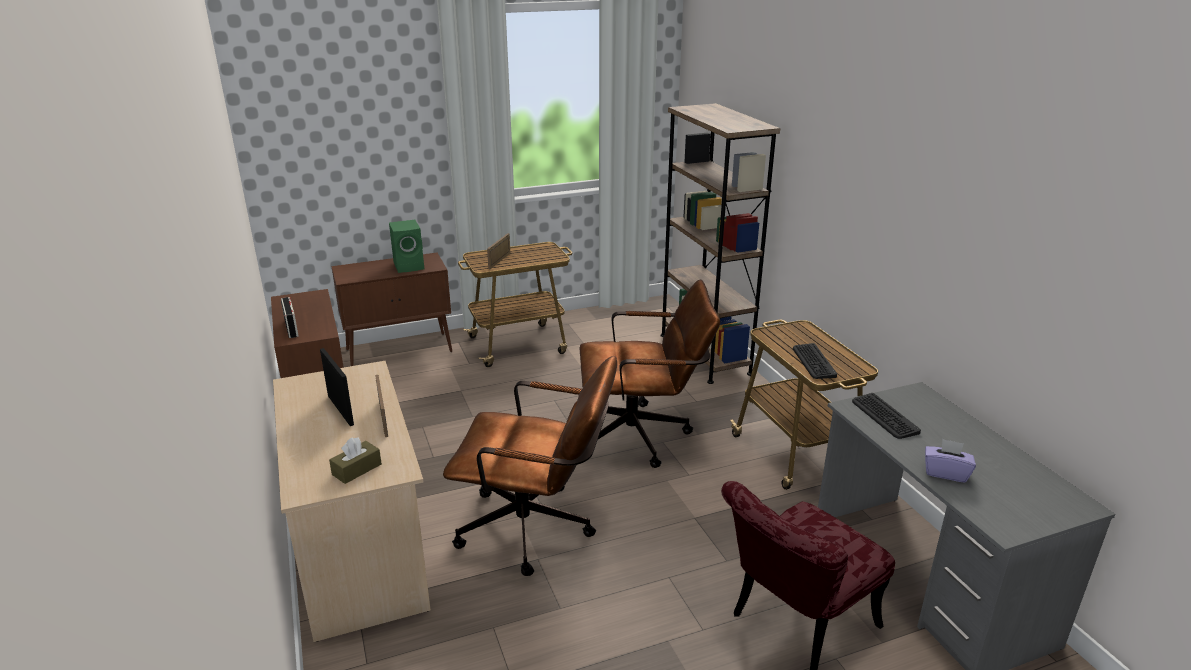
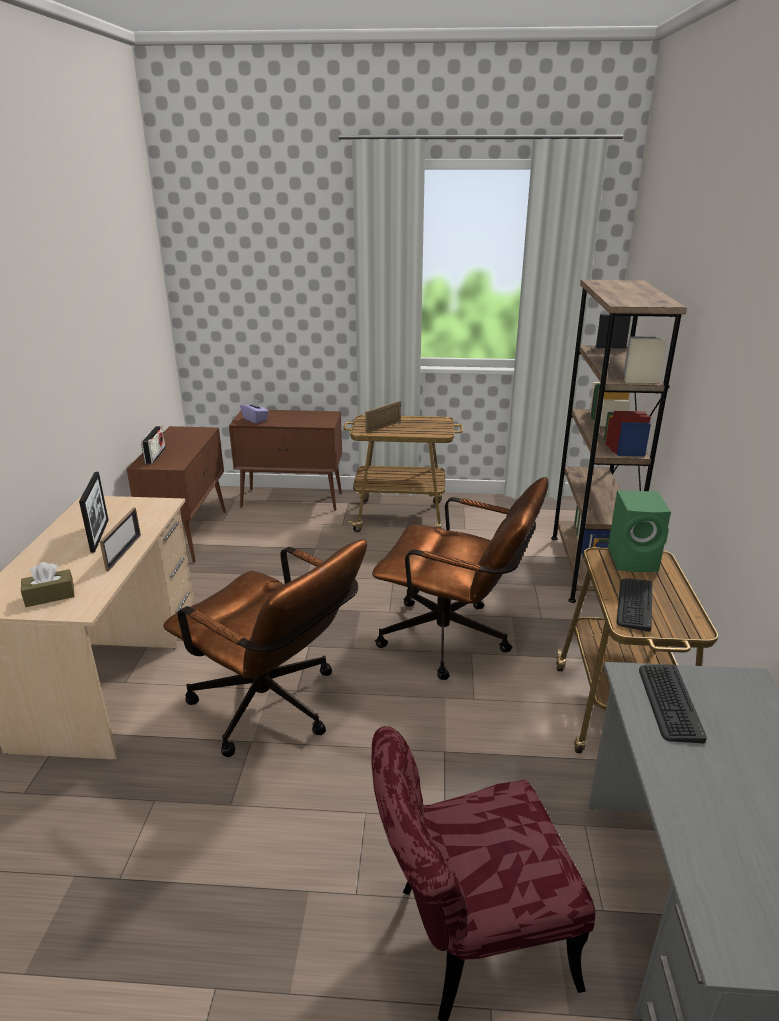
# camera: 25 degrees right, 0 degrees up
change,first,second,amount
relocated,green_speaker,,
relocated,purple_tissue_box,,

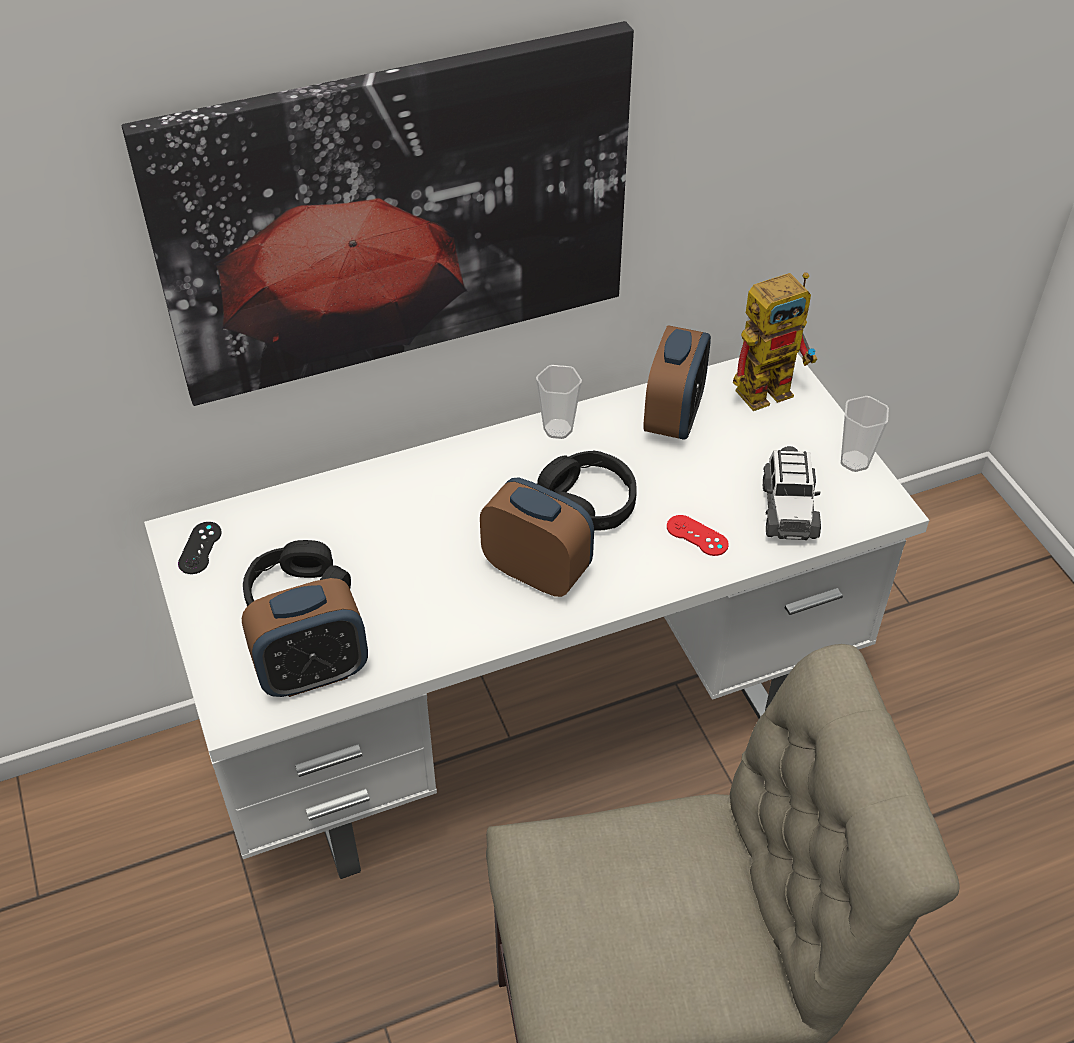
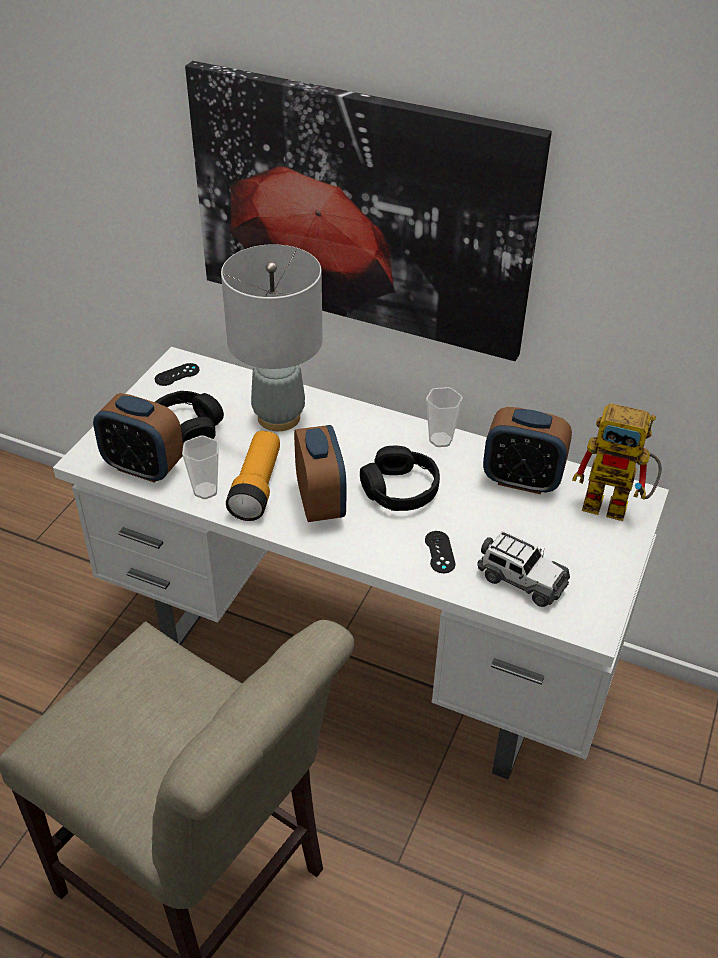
# camera: 45 degrees right, 5 degrees down
change,first,second,amount
spun,alarm_clock (no. 3 from left),,45 degrees clockwise
colour,red_game_controller,black_game_controller (no. 2 from left),
spun,toy_car,,105 degrees counterclockwise
relocated,cup (no. 2 from left in the first image),cup (no. 1 from left),
appeared,,grey_table_lamp,
appeared,,flashlight,

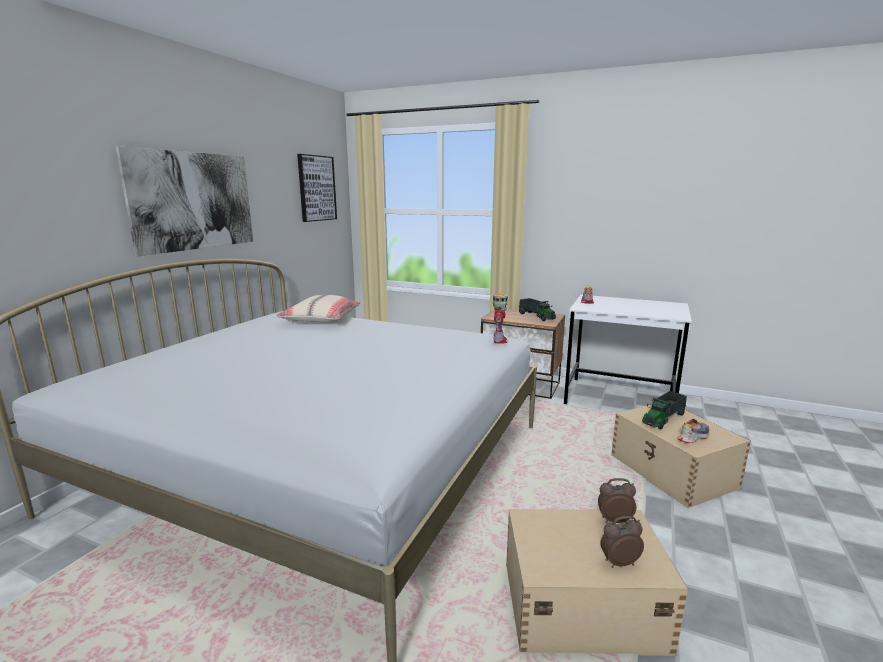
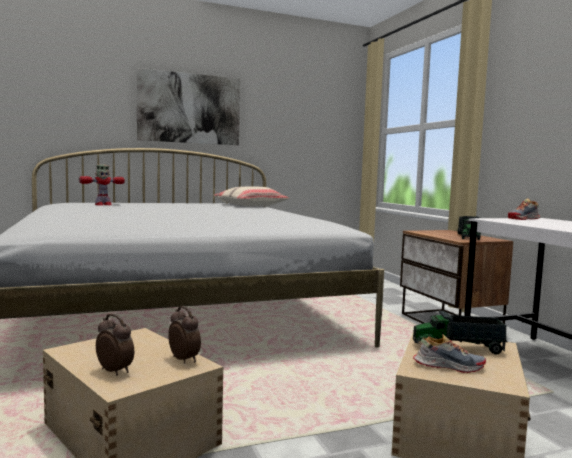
# camera: 45 degrees right, 10 degrees down
change,first,second,amount
missing,picture (no. 2 from left),,
relocated,toy_robot,,

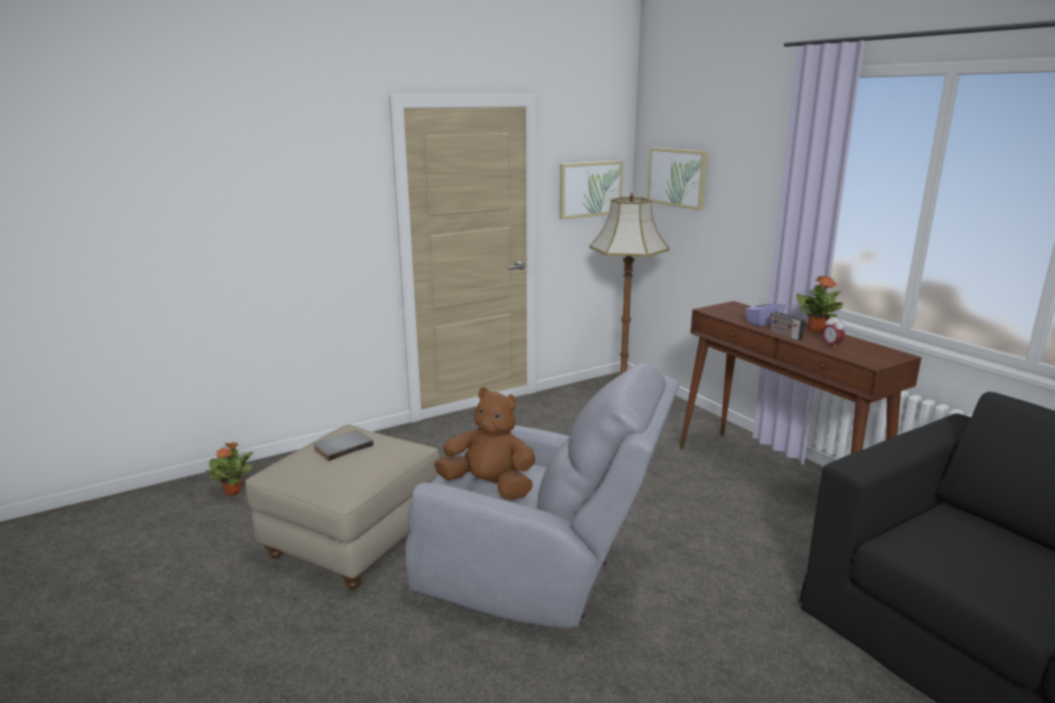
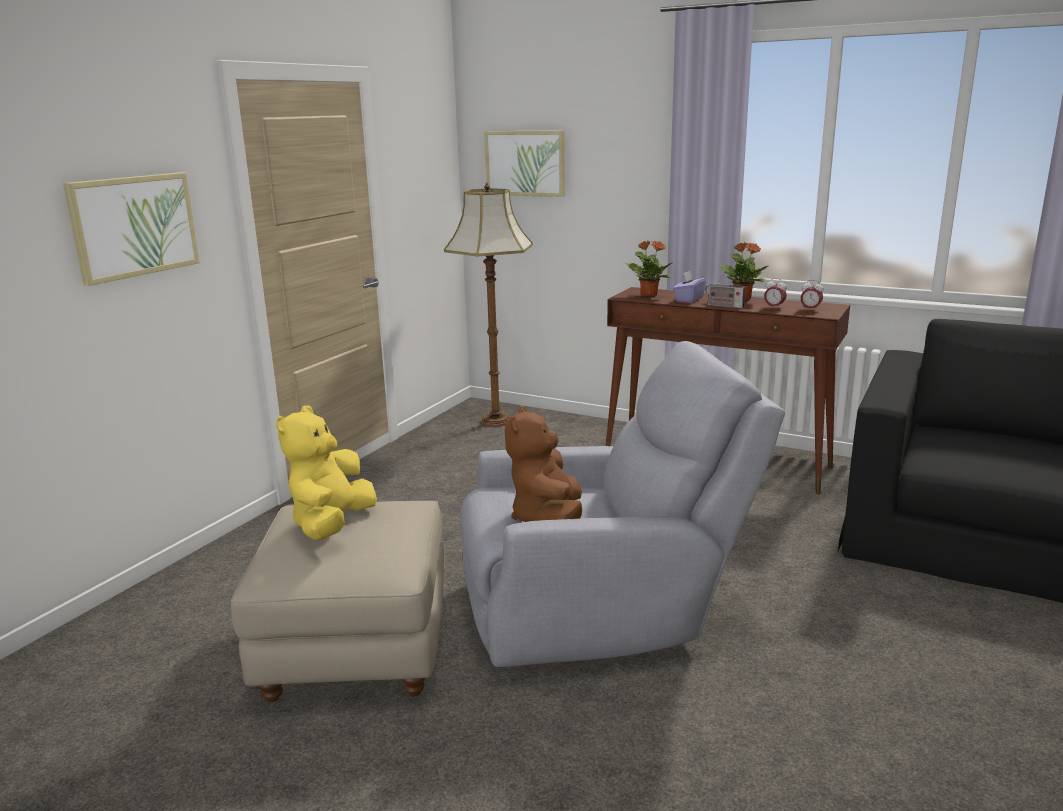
# camera: 30 degrees left, 0 degrees up
change,first,second,amount
relocated,potted_plant (no. 1 from left),,
exchanged,grey_book,yellow_plush_toy,
spun,brown_plush_toy,,75 degrees counterclockwise
relocated,picture (no. 1 from left),,
appeared,,alarm_clock (no. 2 from left),

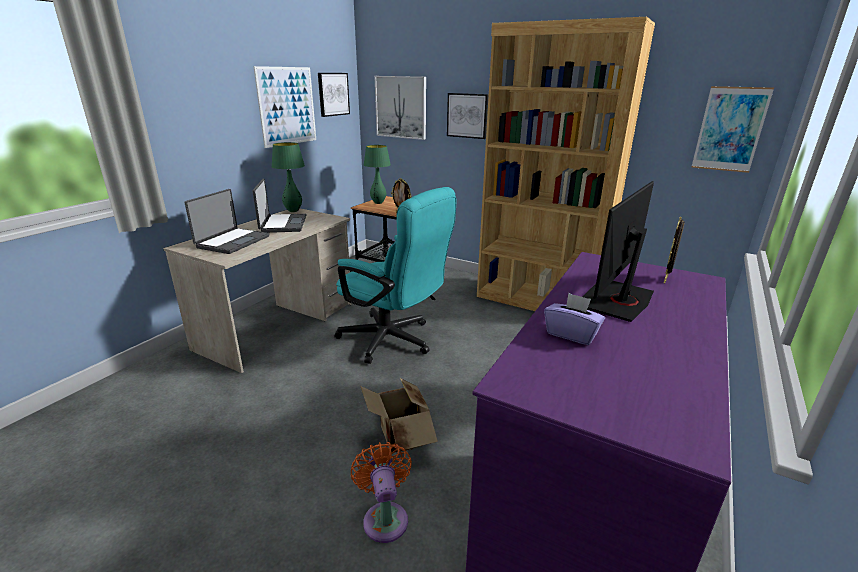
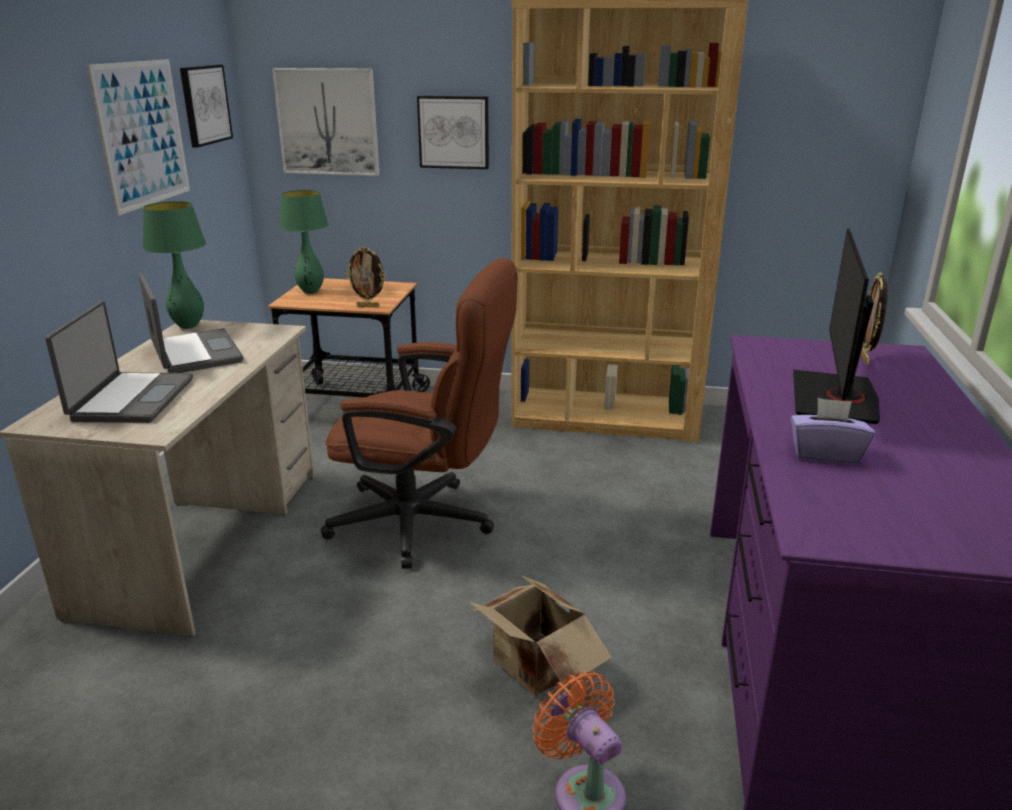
# camera: 20 degrees left, 0 degrees up
change,first,second,amount
colour,turquoise_office_chair,brown_office_chair,
missing,picture (no. 5 from left),,

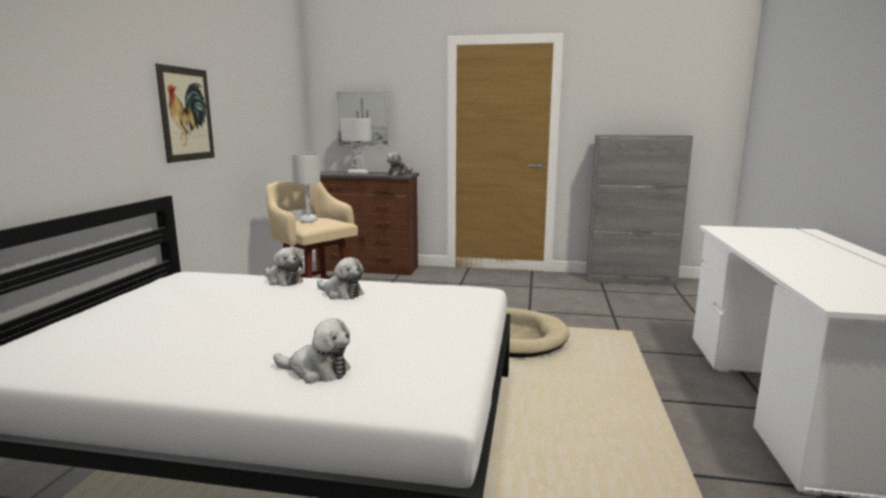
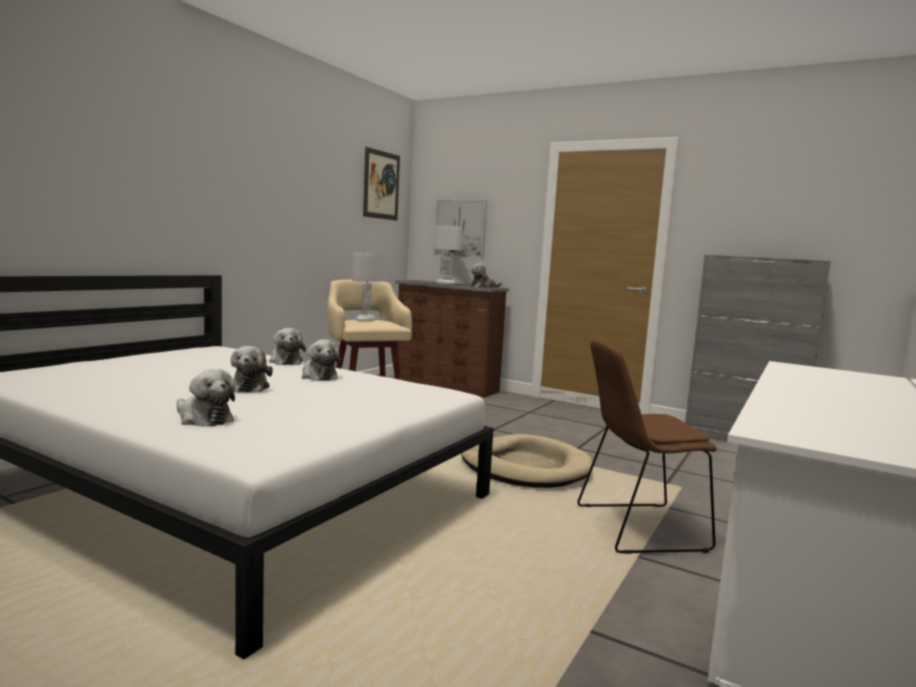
# camera: 20 degrees right, 5 degrees down
change,first,second,amount
relocated,picture (no. 1 from left),,
appeared,,plush_toy (no. 2 from left),
appeared,,brown_chair,

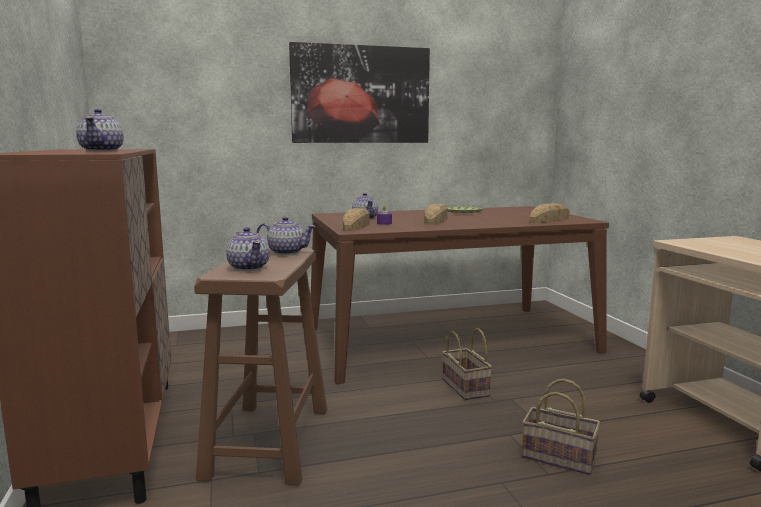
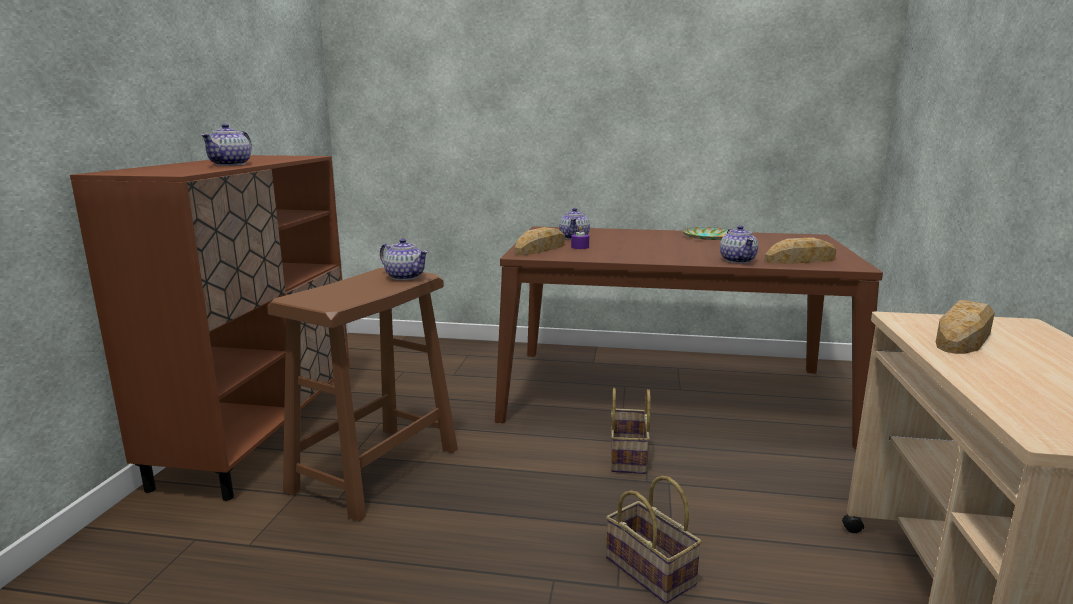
# camera: 25 degrees right, 5 degrees up
change,first,second,amount
relocated,teapot (no. 2 from left in the first image),teapot (no. 4 from left),
missing,picture,,
relocated,bread (no. 2 from left in the first image),bread (no. 3 from left),

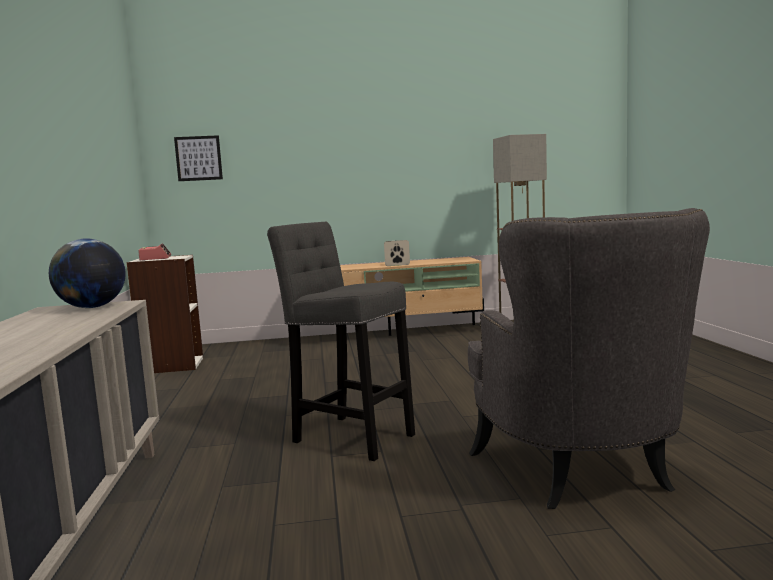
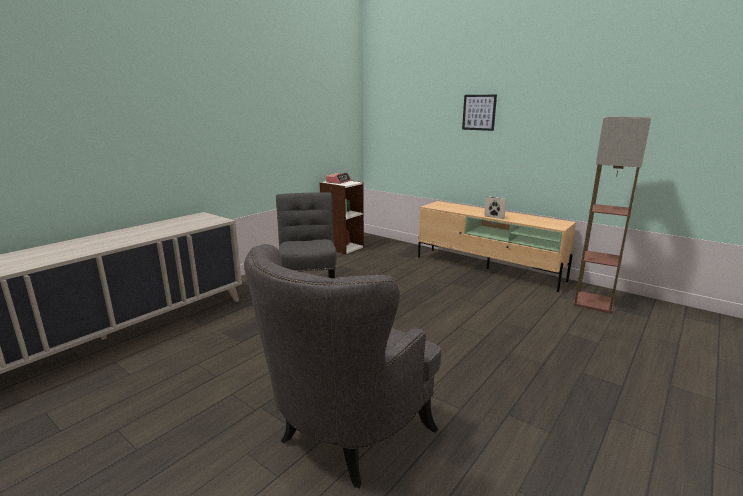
# camera: 45 degrees right, 10 degrees up
change,first,second,amount
missing,globe,,
relocated,picture,,

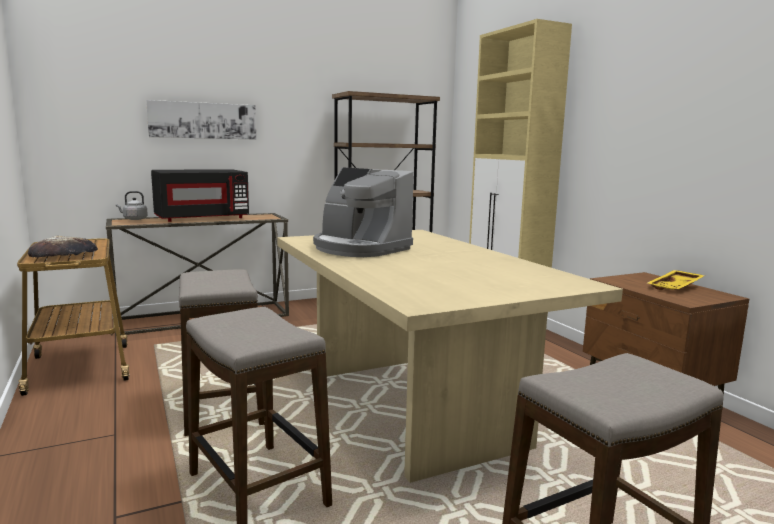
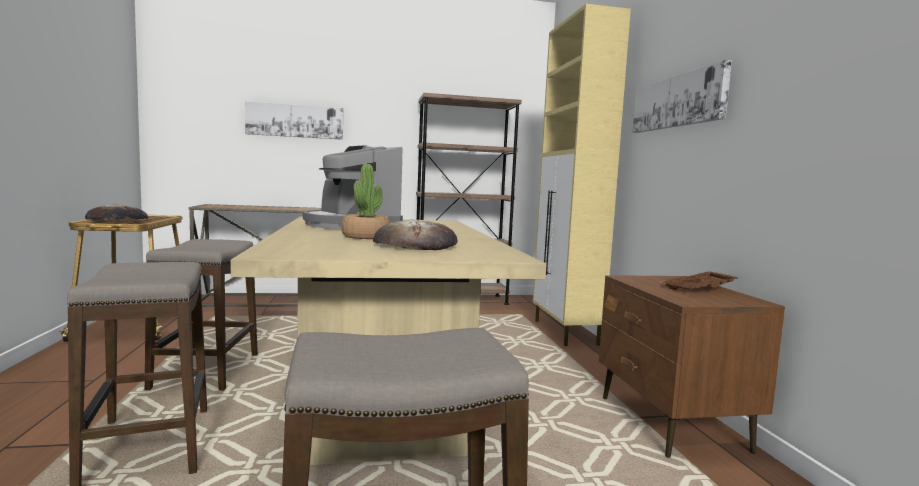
# camera: 15 degrees right, 5 degrees down
change,first,second,amount
missing,grey_kettle,,
missing,black_microwave,,
colour,yellow_tray,brown_tray,
appeared,,potted_plant,
appeared,,bread (no. 2 from left),
appeared,,picture (no. 2 from left),

